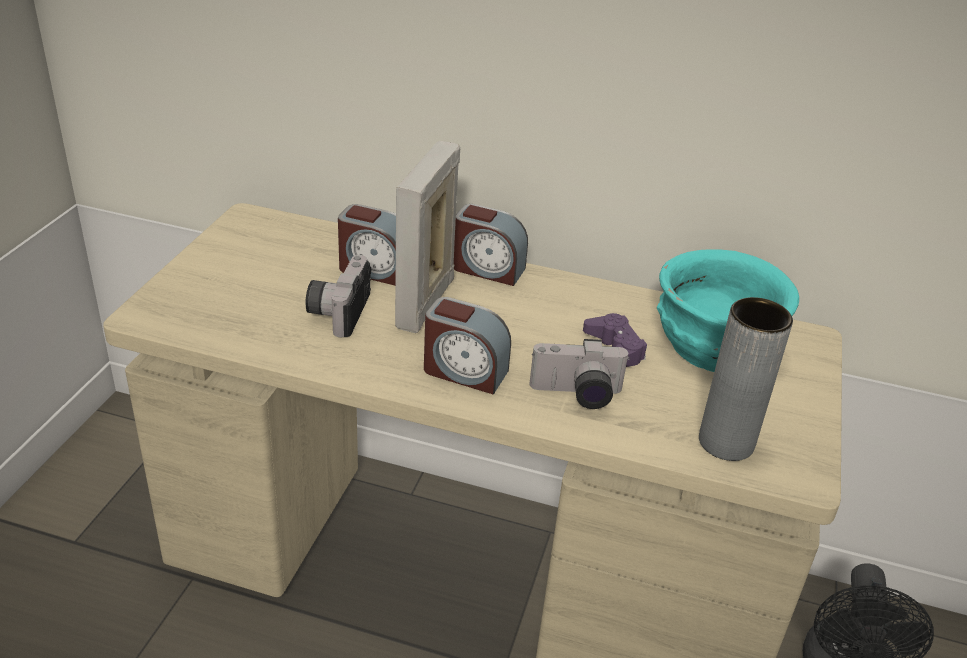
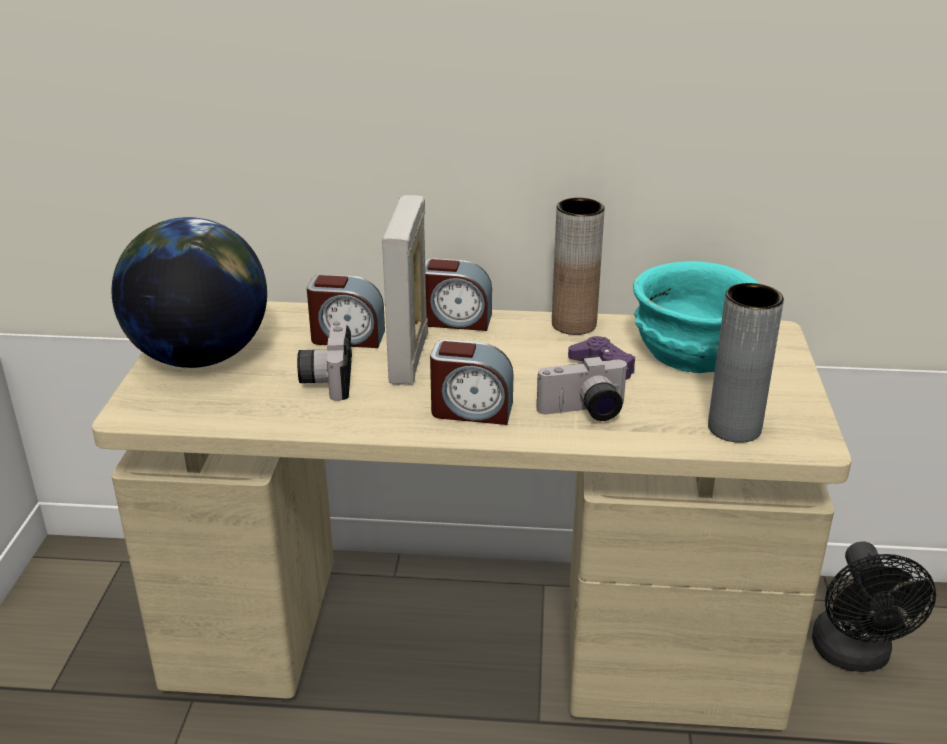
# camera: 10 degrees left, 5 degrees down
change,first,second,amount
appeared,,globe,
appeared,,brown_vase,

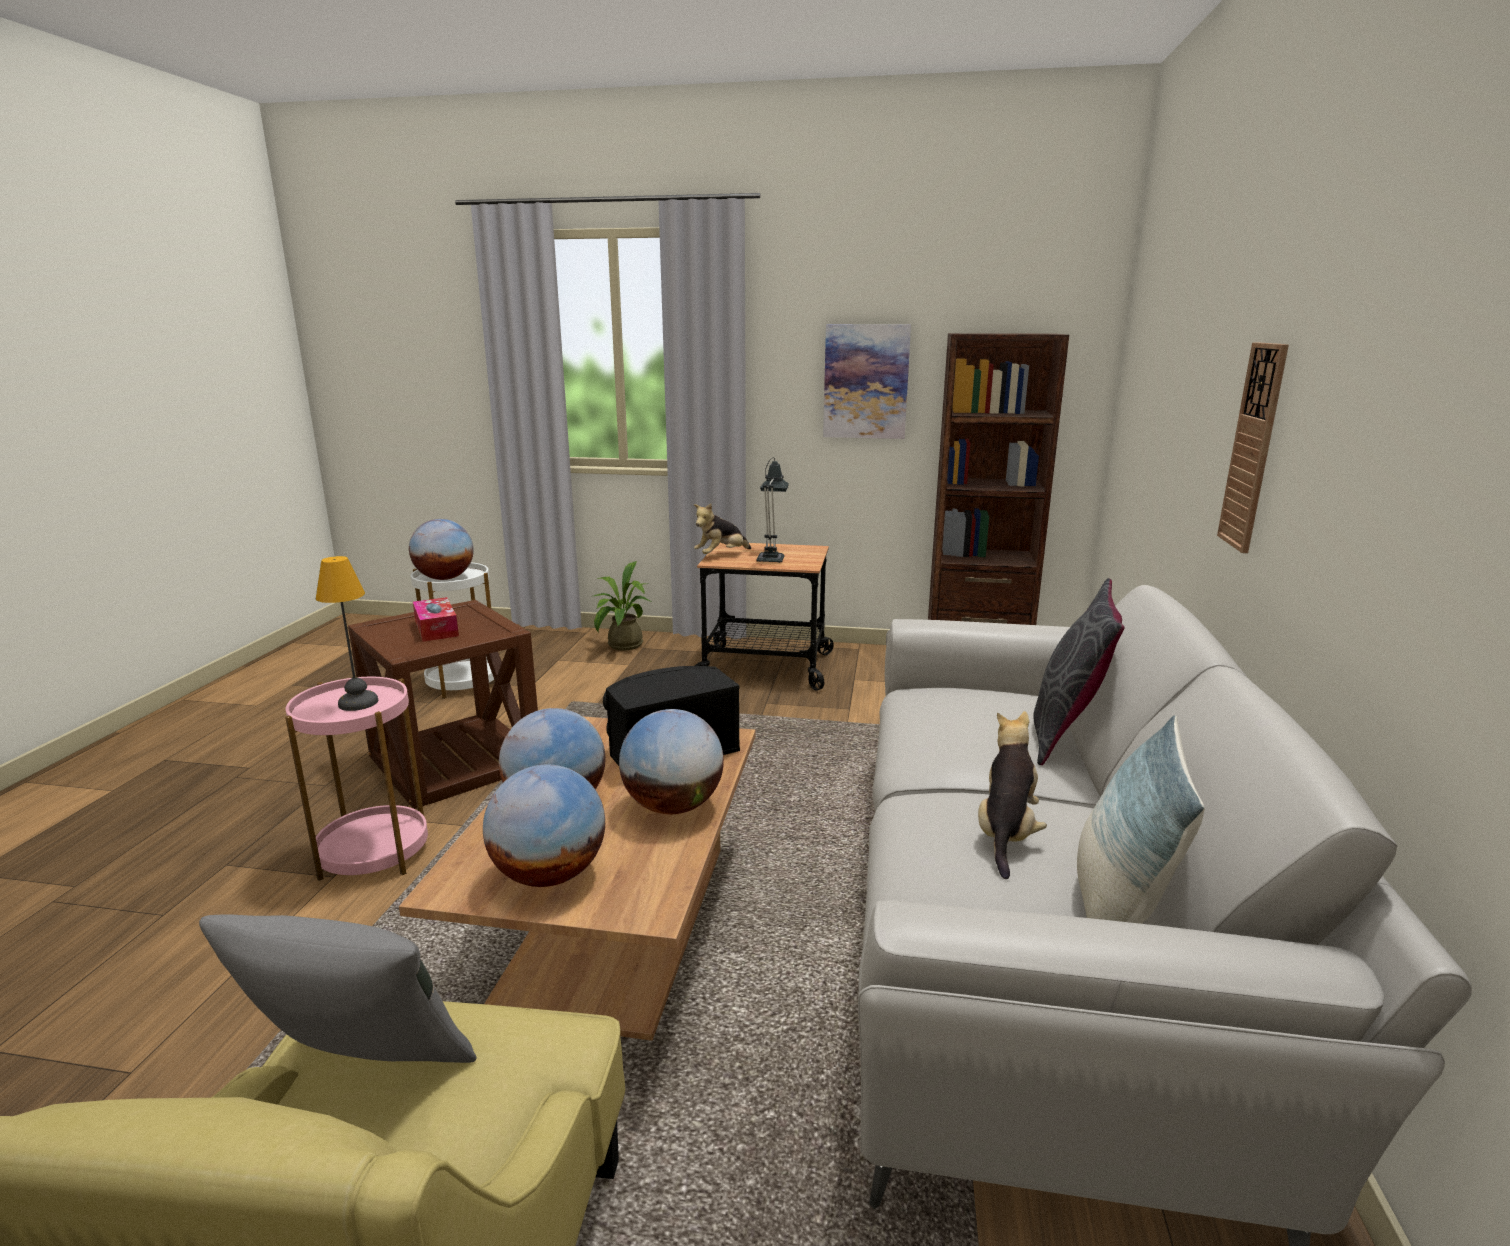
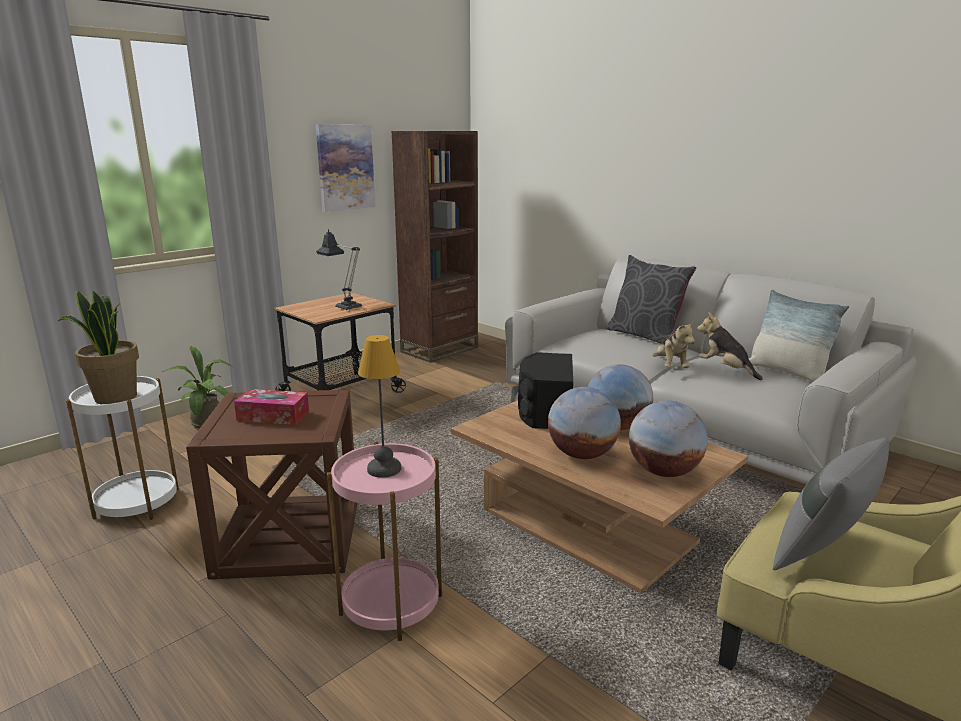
# camera: 55 degrees left, 0 degrees up
change,first,second,amount
exchanged,globe (no. 1 from left),potted_plant (no. 1 from left),
relocated,plush_toy (no. 1 from left),,
missing,wall_clock,,

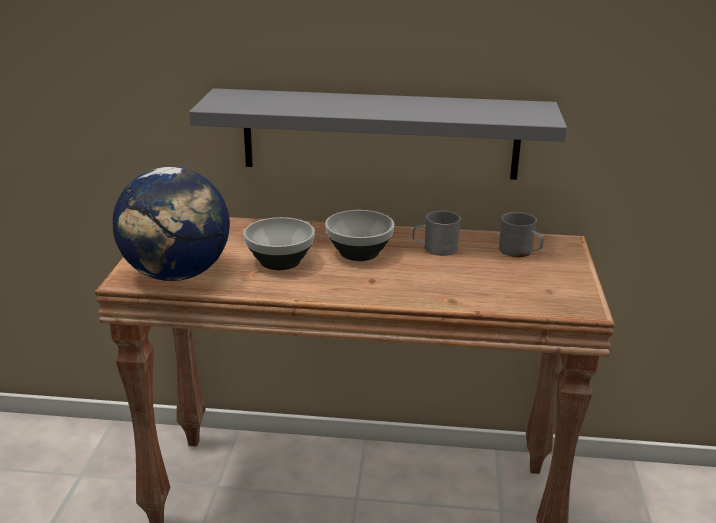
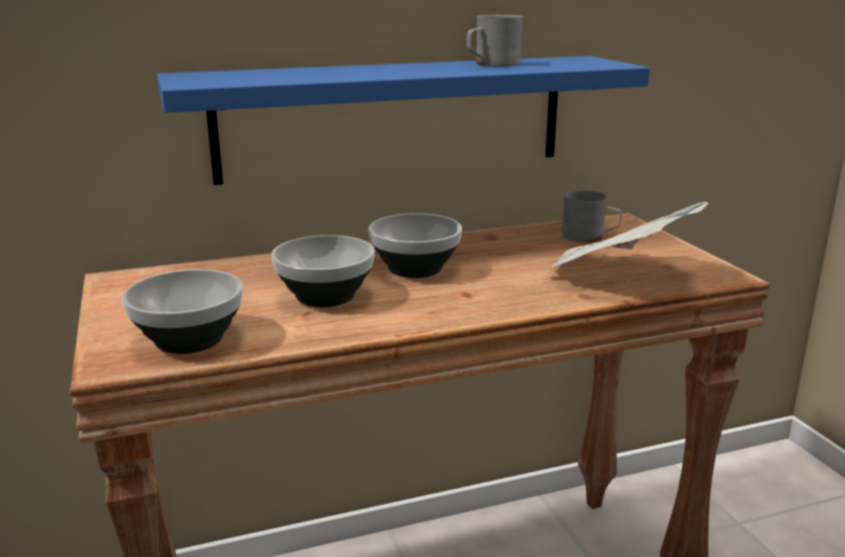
# camera: 25 degrees left, 5 degrees down
change,first,second,amount
exchanged,globe,bowl (no. 1 from left),
colour,grey_shelf,blue_shelf,
relocated,grey_mug (no. 1 from left),,
appeared,,newspaper,

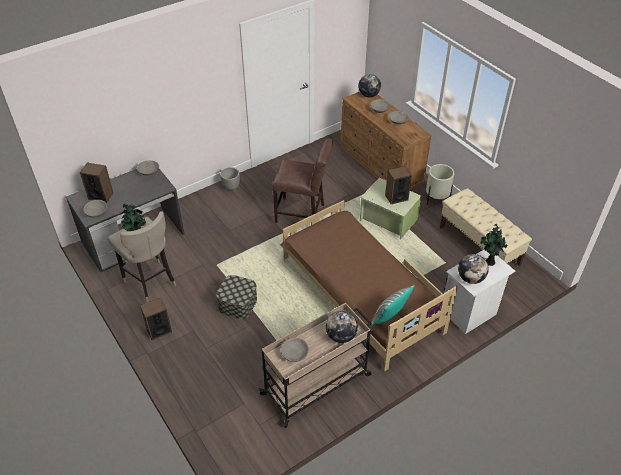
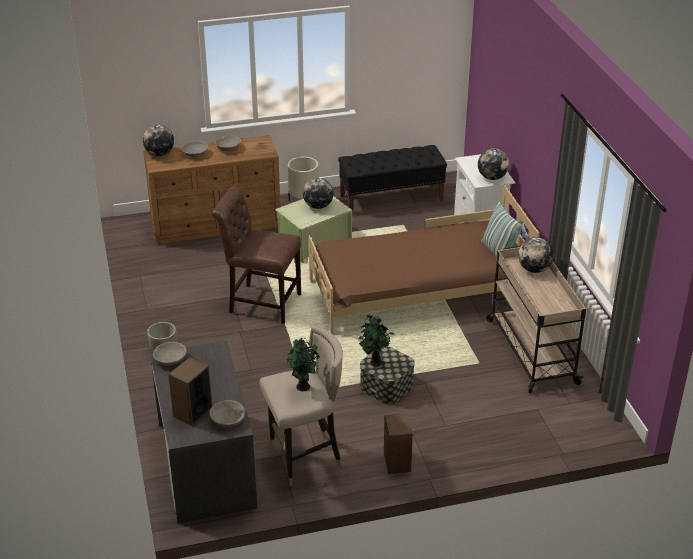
# camera: 70 degrees left, 10 degrees down
change,first,second,amount
spun,brown_chair,,105 degrees counterclockwise
missing,grey_bowl (no. 3 from left),,
exchanged,speaker (no. 3 from left),globe (no. 2 from left),
colour,beige_bench,black_bench,
relocated,potted_plant (no. 2 from left),,

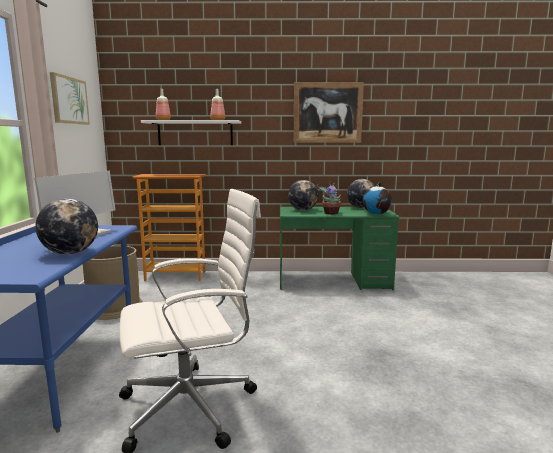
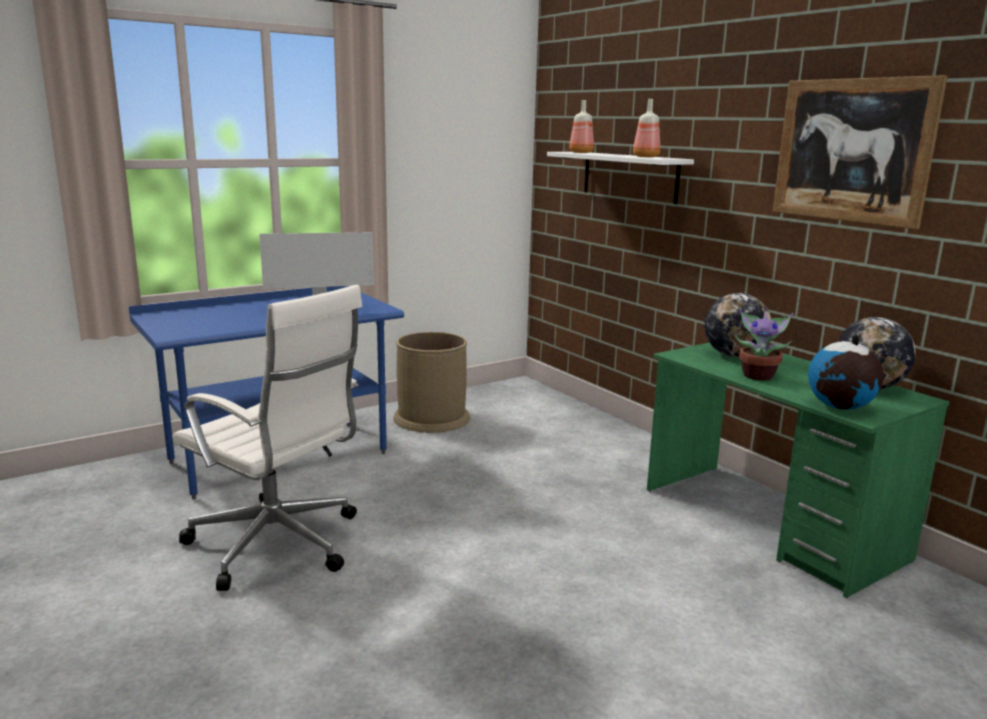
# camera: 55 degrees right, 5 degrees up
change,first,second,amount
missing,globe (no. 1 from left),,
missing,picture (no. 1 from left),,
missing,bookcase,,

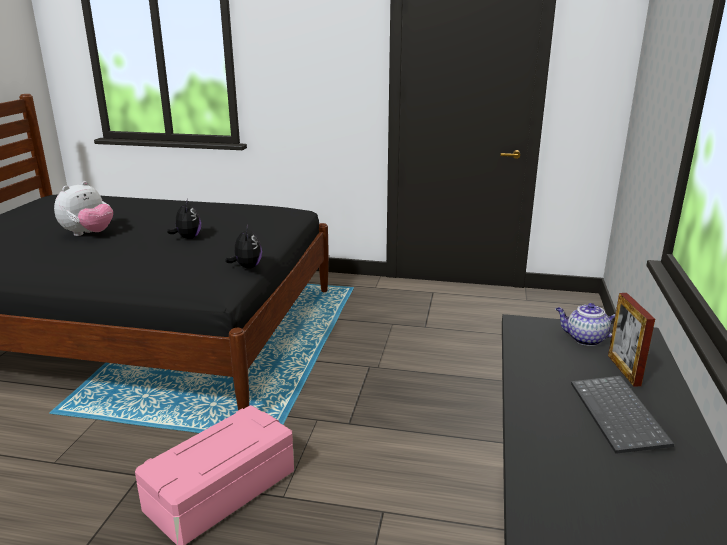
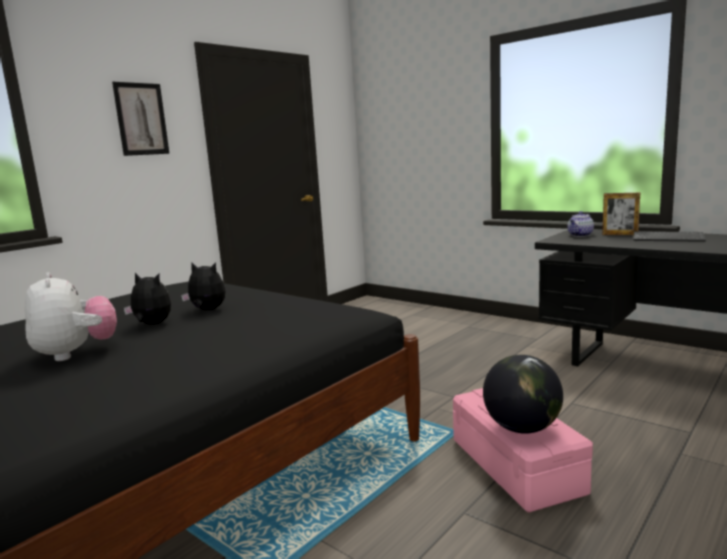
# camera: 60 degrees left, 10 degrees down
change,first,second,amount
relocated,plush_toy (no. 3 from left in the first image),plush_toy (no. 2 from left),
appeared,,picture,
appeared,,globe,

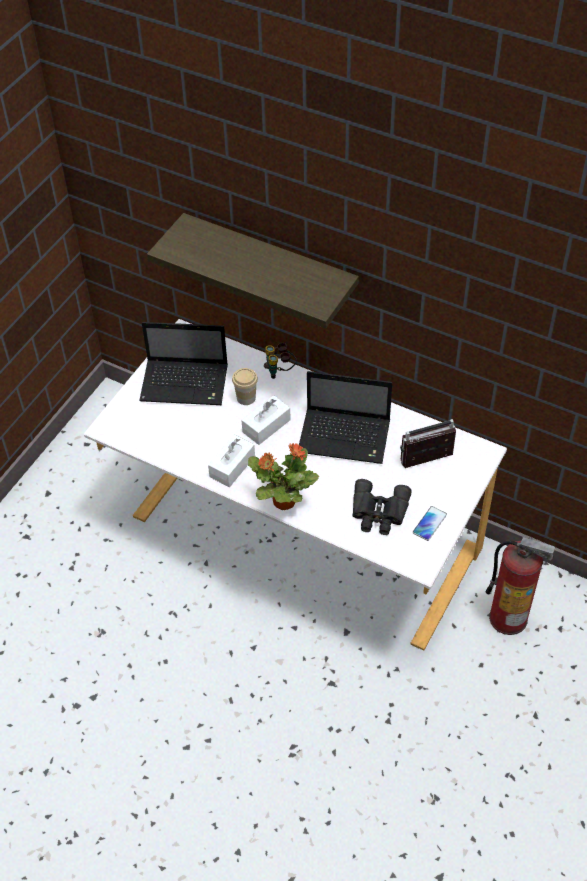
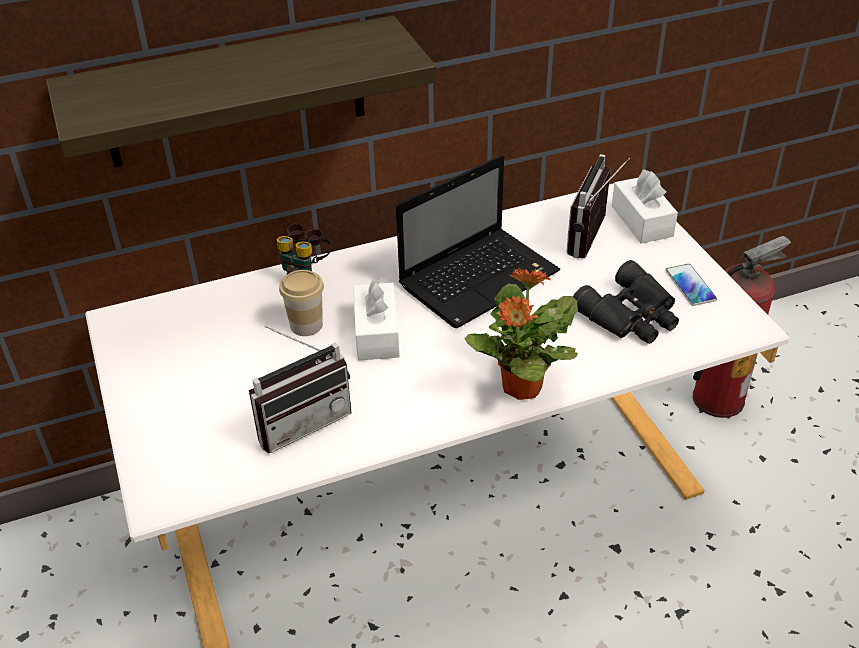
# camera: 50 degrees left, 10 degrees down
change,first,second,amount
missing,laptop (no. 1 from left),,
relocated,white_tissue_box (no. 1 from left in the first image),white_tissue_box (no. 2 from left),
appeared,,radio (no. 1 from left),

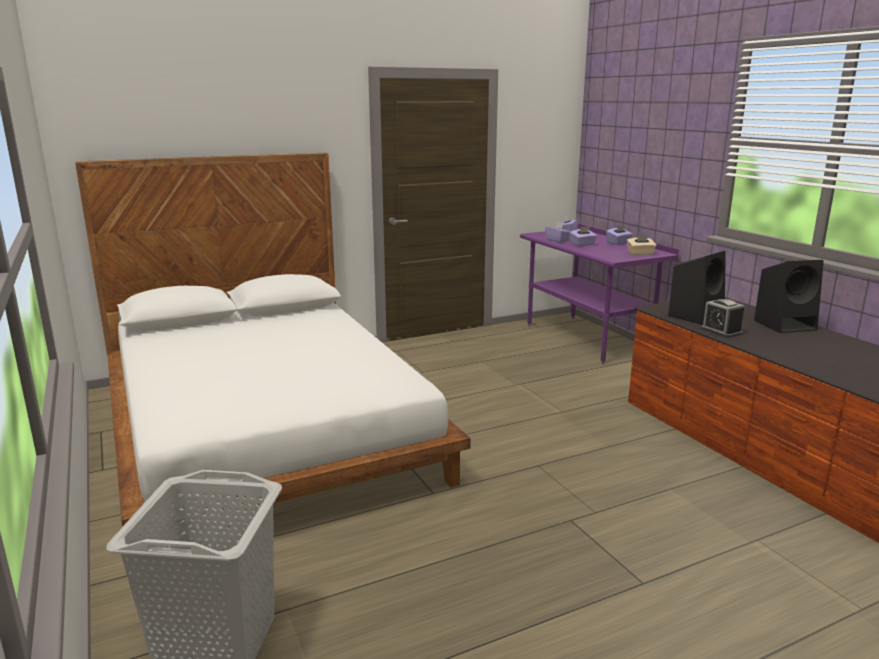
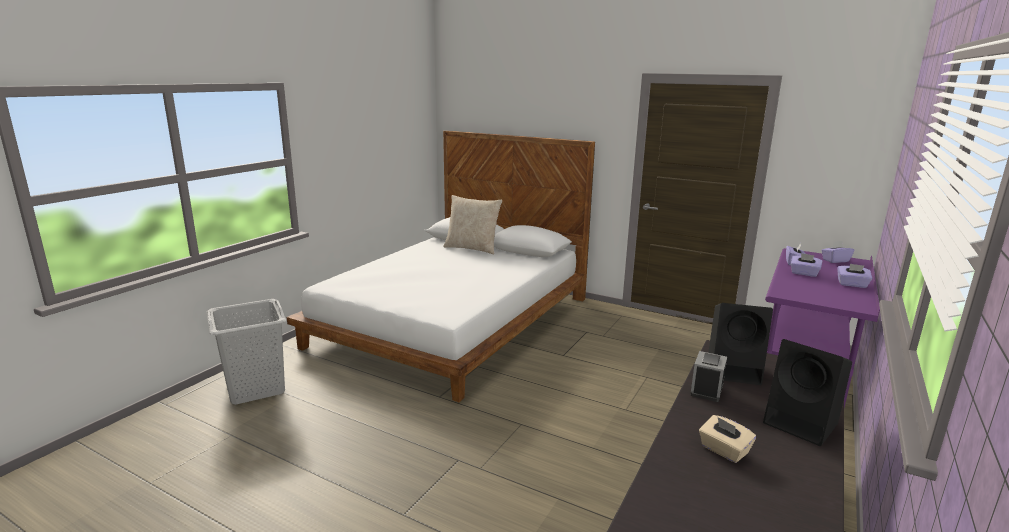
# camera: 55 degrees right, 0 degrees up
change,first,second,amount
relocated,beige_tissue_box,,
appeared,,beige_pillow,

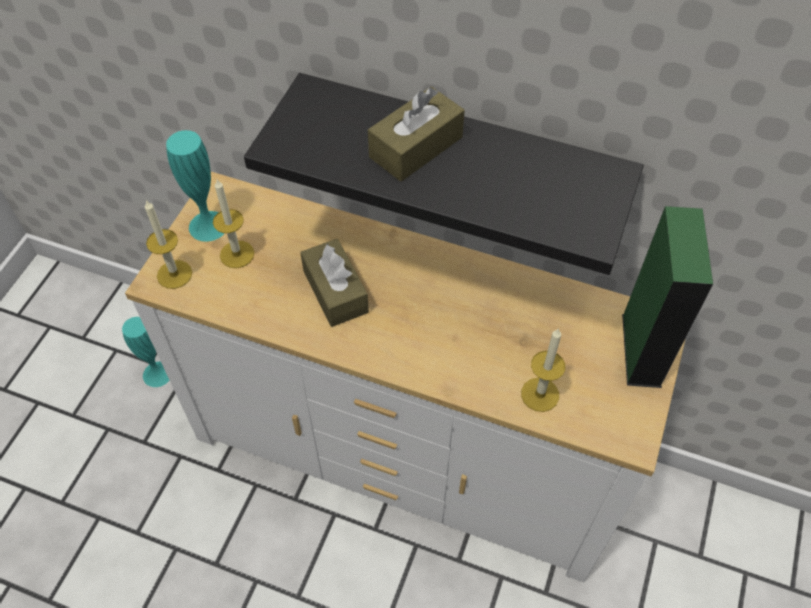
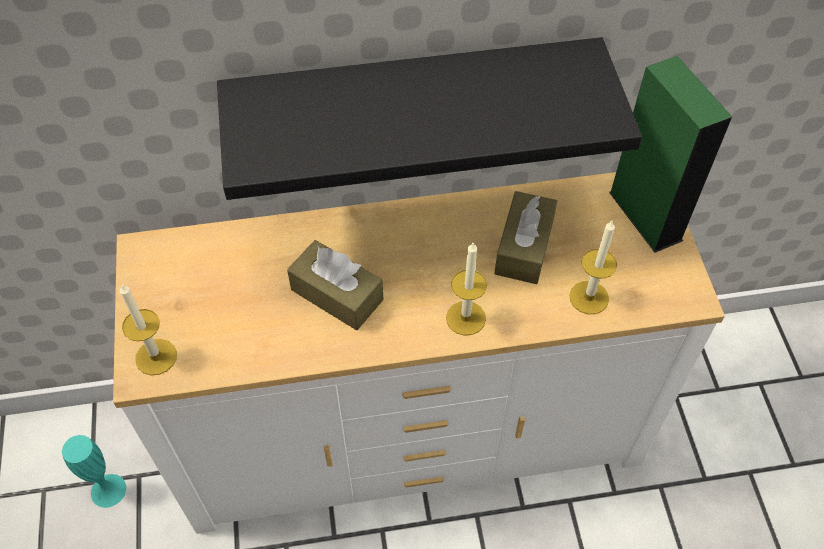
# camera: 30 degrees left, 0 degrees up
change,first,second,amount
missing,turquoise_vase (no. 2 from left),,
relocated,candle (no. 2 from left),,
relocated,brown_tissue_box (no. 2 from left),,

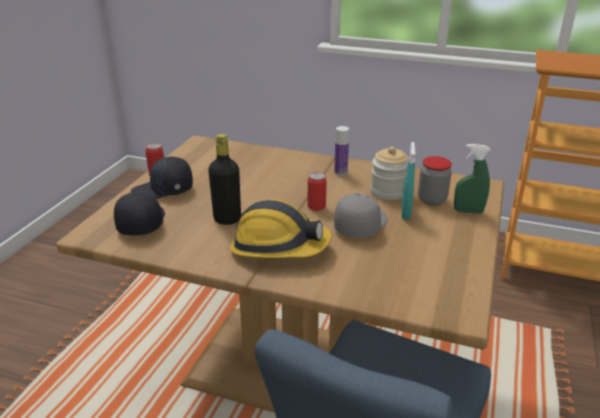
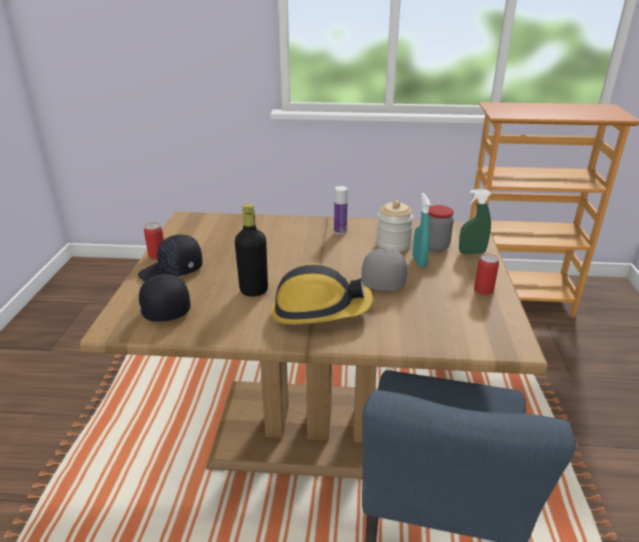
# camera: 15 degrees left, 0 degrees up
change,first,second,amount
relocated,can (no. 2 from left),,

